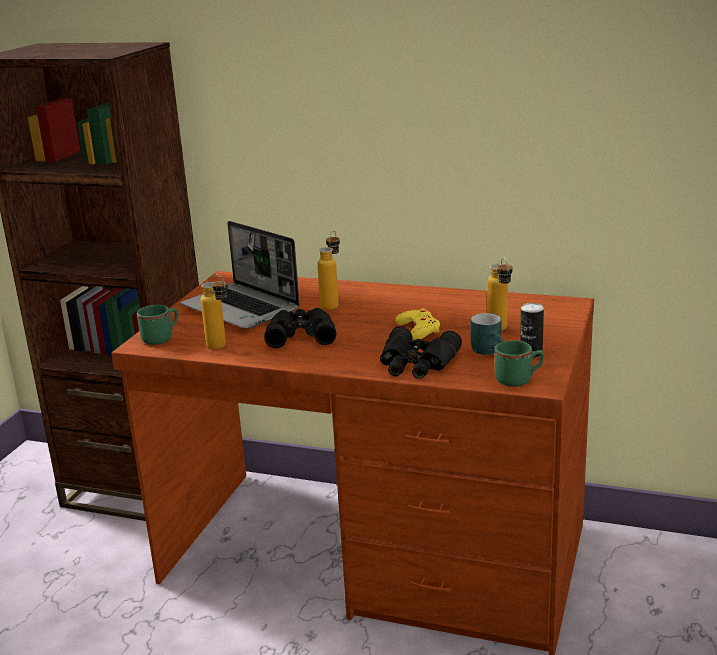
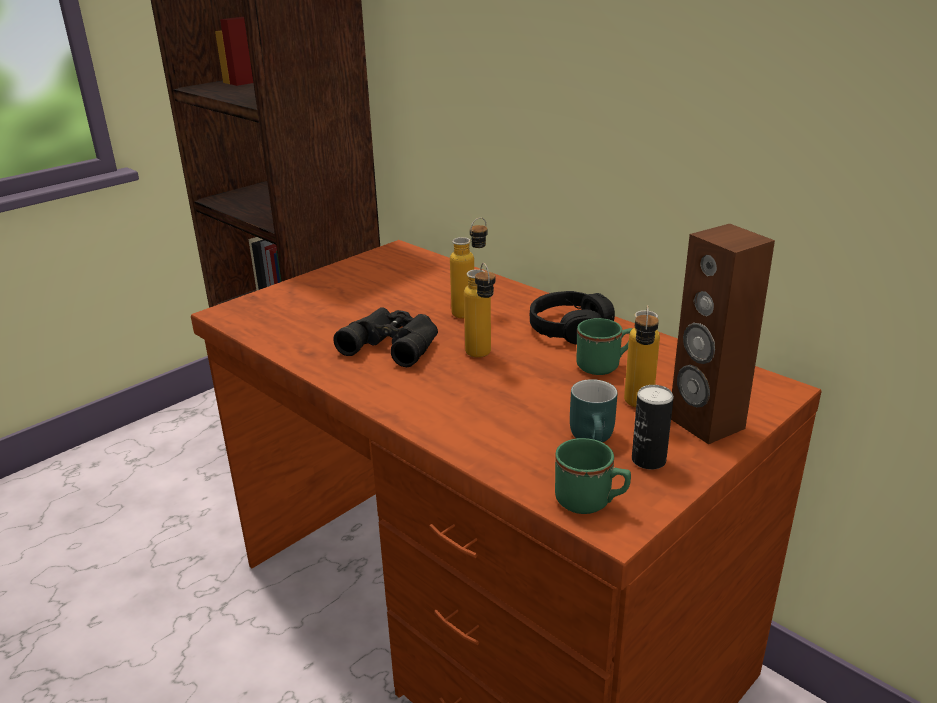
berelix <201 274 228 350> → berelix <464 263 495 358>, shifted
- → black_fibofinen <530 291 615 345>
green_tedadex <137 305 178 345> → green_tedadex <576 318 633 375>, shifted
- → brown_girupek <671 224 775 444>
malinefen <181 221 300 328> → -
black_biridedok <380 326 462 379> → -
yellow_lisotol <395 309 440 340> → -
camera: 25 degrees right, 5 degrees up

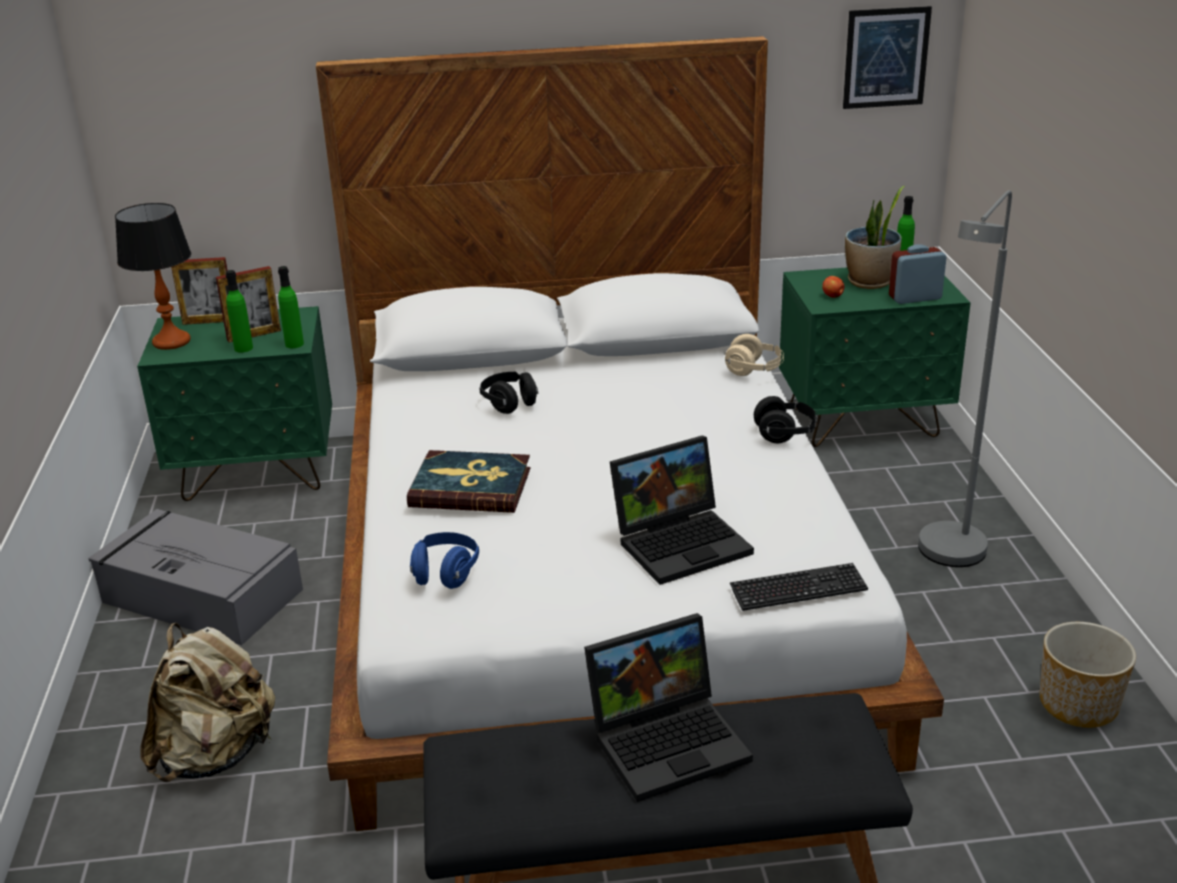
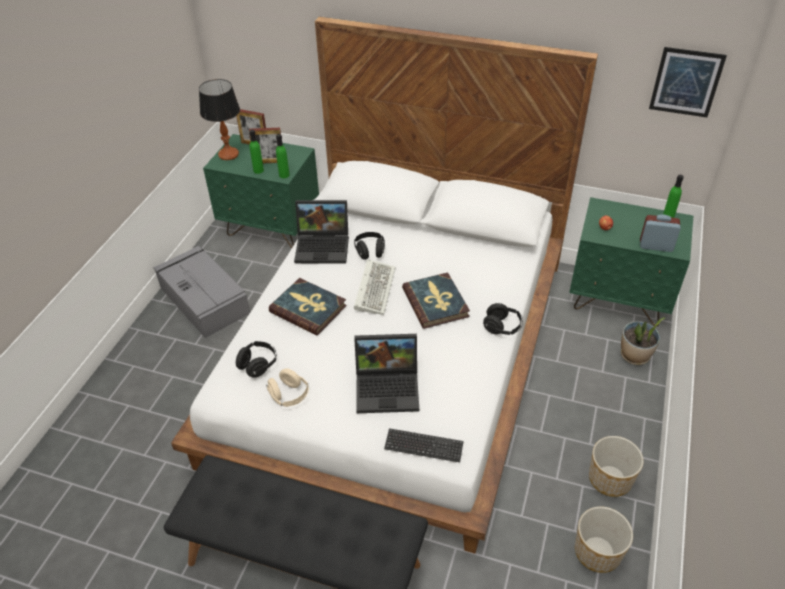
blue_fibofinen <410 532 479 589> → black_fibofinen <236 341 277 378>
beige_fibofinen <725 334 784 376> → beige_fibofinen <266 368 309 407>, shifted
malinefen <584 613 753 802> → malinefen <294 200 349 264>, shifted
- → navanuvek <354 259 395 315>
- → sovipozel <402 272 470 329>
- → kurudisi <589 436 644 497>
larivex <845 186 904 289> → larivex <621 317 665 365>, shifted
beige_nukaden <140 623 275 782> → -
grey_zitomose <918 190 1012 567> → -
camera: 25 degrees right, 15 degrees up

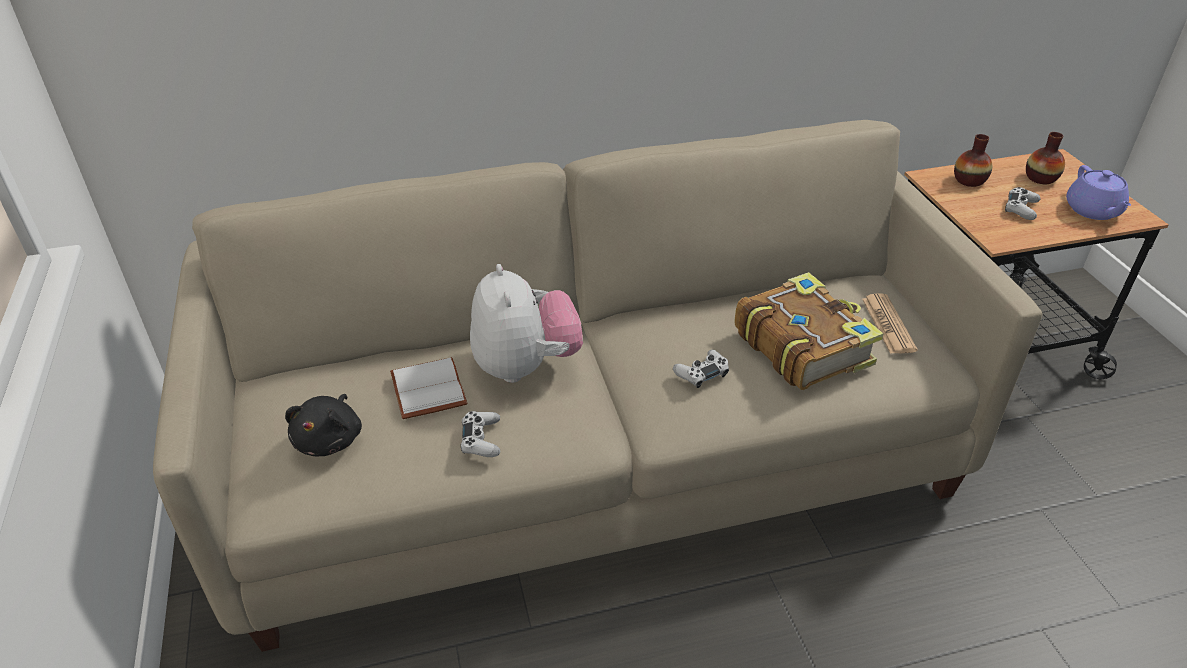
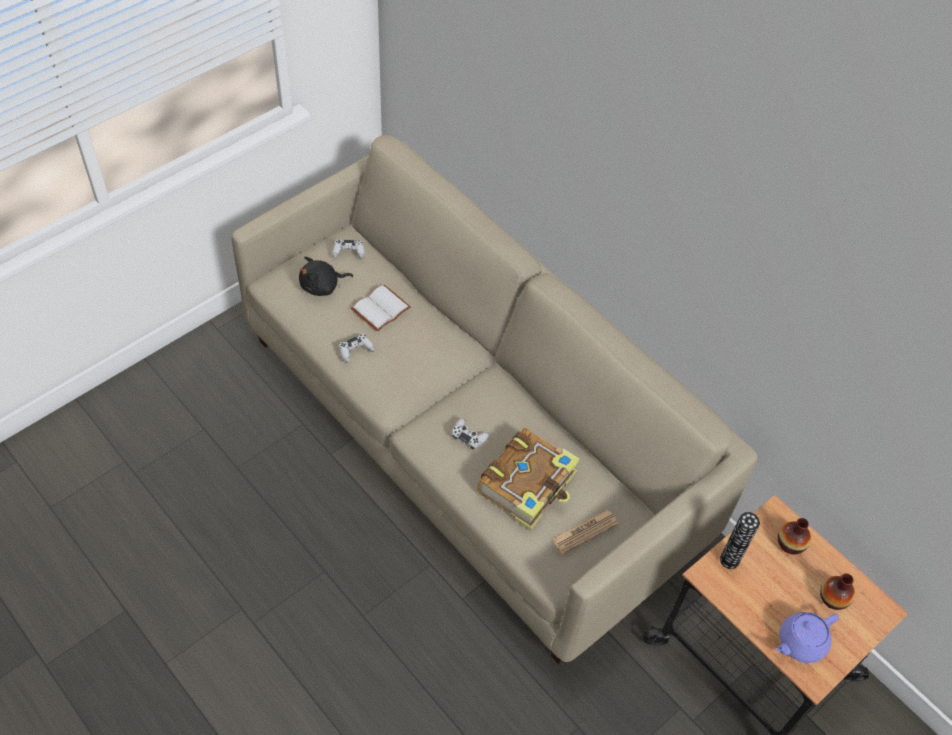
white_lisotol <1005 187 1041 220> → white_lisotol <332 239 365 259>, shifted
- → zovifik <720 512 760 569>
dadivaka <470 264 583 383> → -
camera: 60 degrees right, 15 degrees up

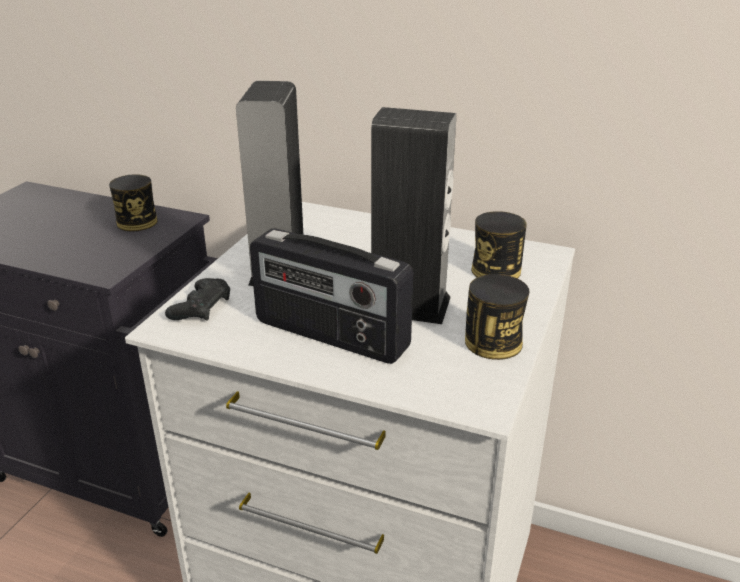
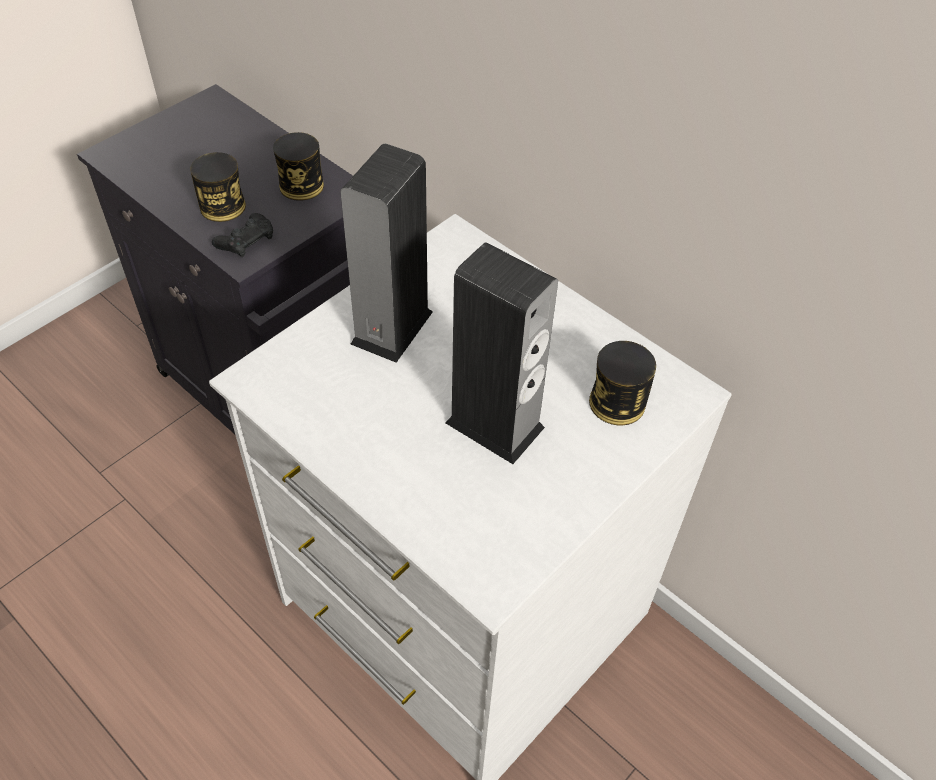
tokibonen <465 274 530 360> → tokibonen <190 152 246 222>, shifted
black_lisotol <165 278 230 321> → black_lisotol <212 213 273 257>, shifted
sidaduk <250 228 413 364> → -
camera: 20 degrees right, 20 degrees up

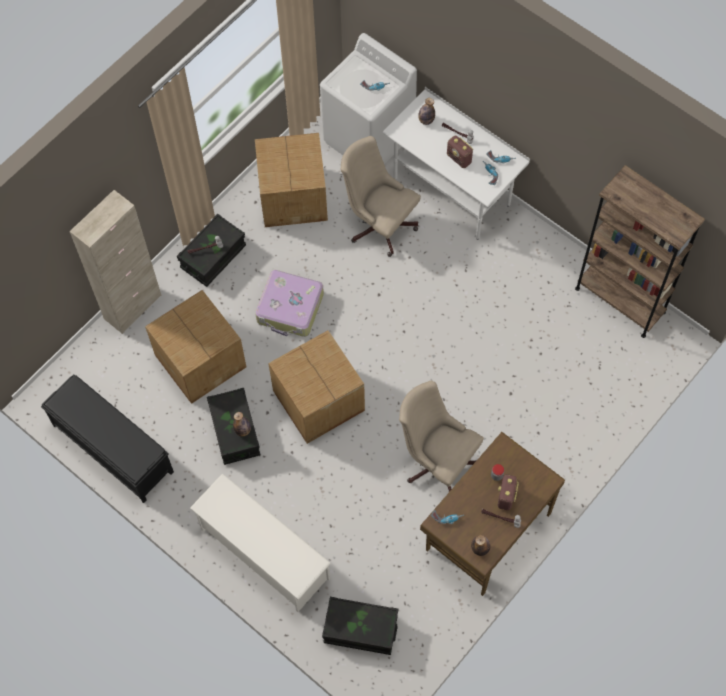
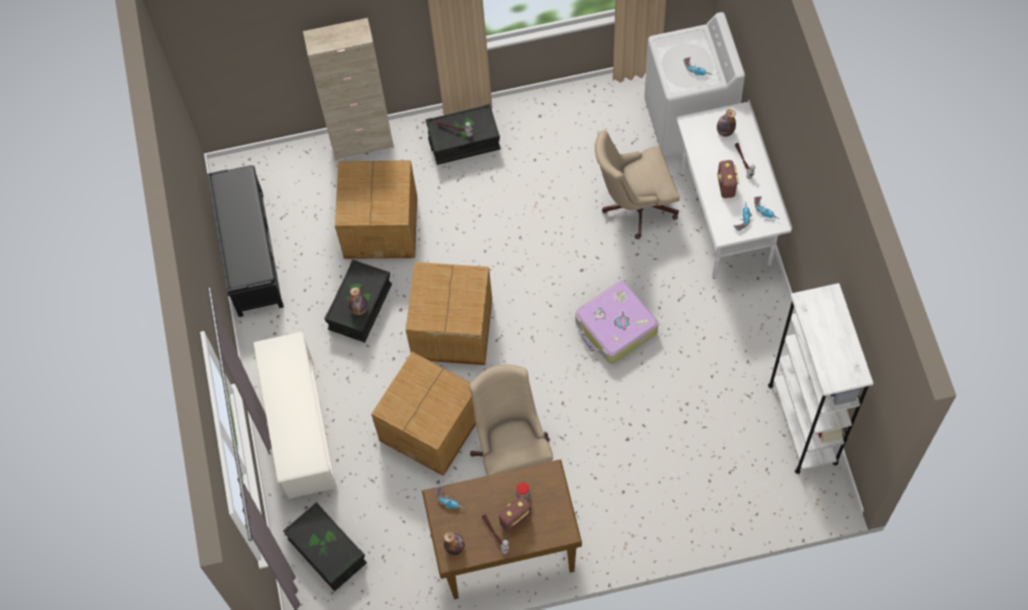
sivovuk <255 133 328 227> → sivovuk <371 352 476 476>, shifted
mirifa <255 270 324 337> → mirifa <575 281 658 364>, shifted
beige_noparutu <340 136 421 257> → beige_noparutu <595 130 680 239>, 90 degrees counterclockwise
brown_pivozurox <575 165 705 338> → white_pivozurox <768 283 874 474>
camera: 40 degrees right, 0 degrees up

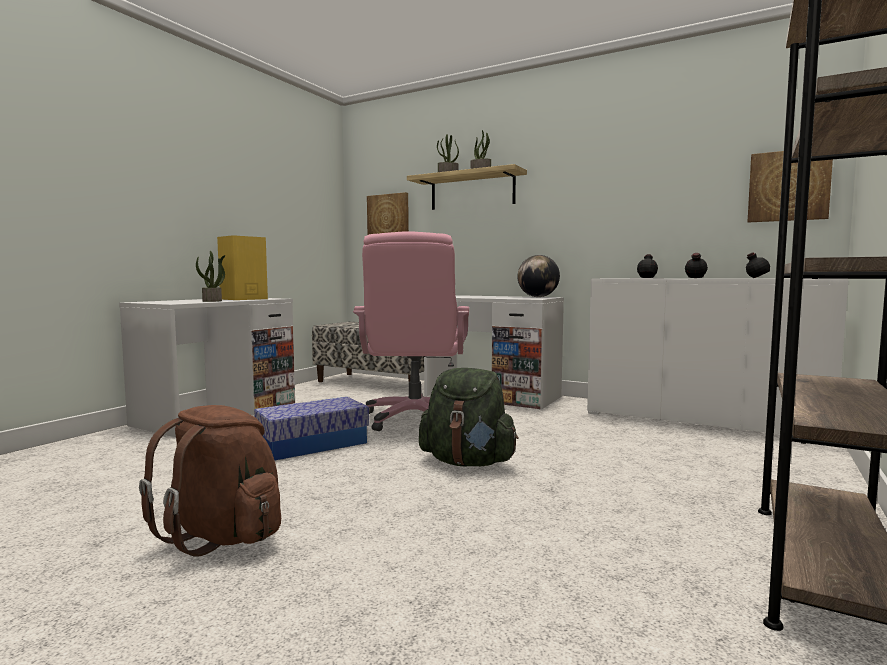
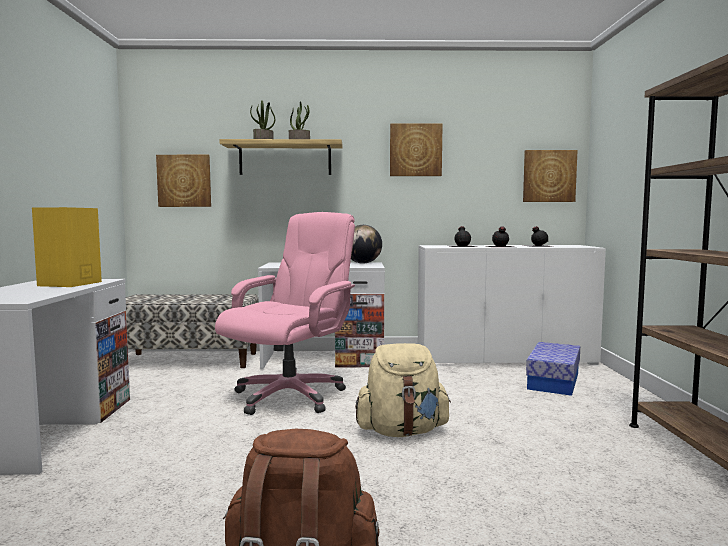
pink_noparutu <353 231 469 431> → pink_noparutu <215 212 355 415>, 120 degrees counterclockwise
green_nukaden <419 368 518 466> → beige_nukaden <355 343 451 437>
- → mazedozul <390 123 443 176>
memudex <254 397 369 461> → memudex <526 342 580 396>, shifted
larivex <196 251 225 302> → -
camera: 30 degrees left, 0 degrees up

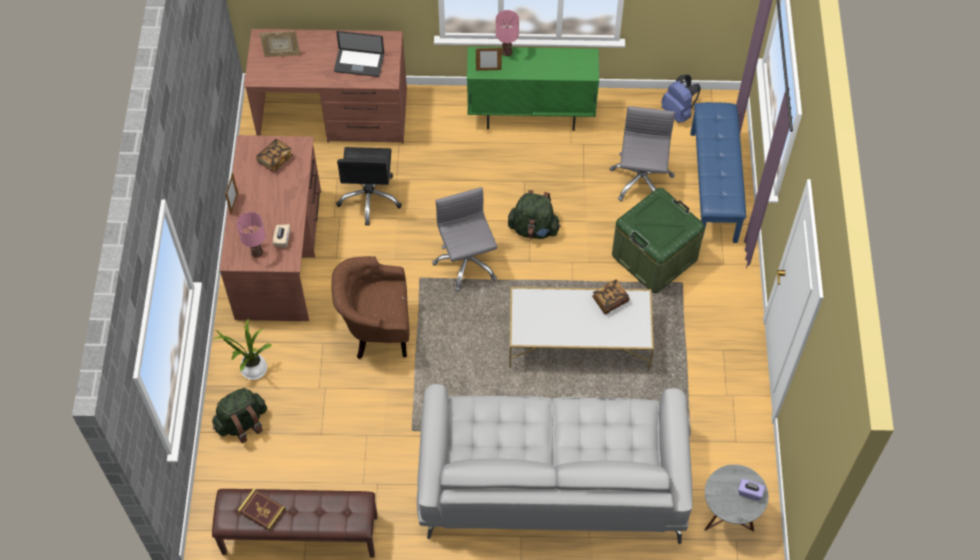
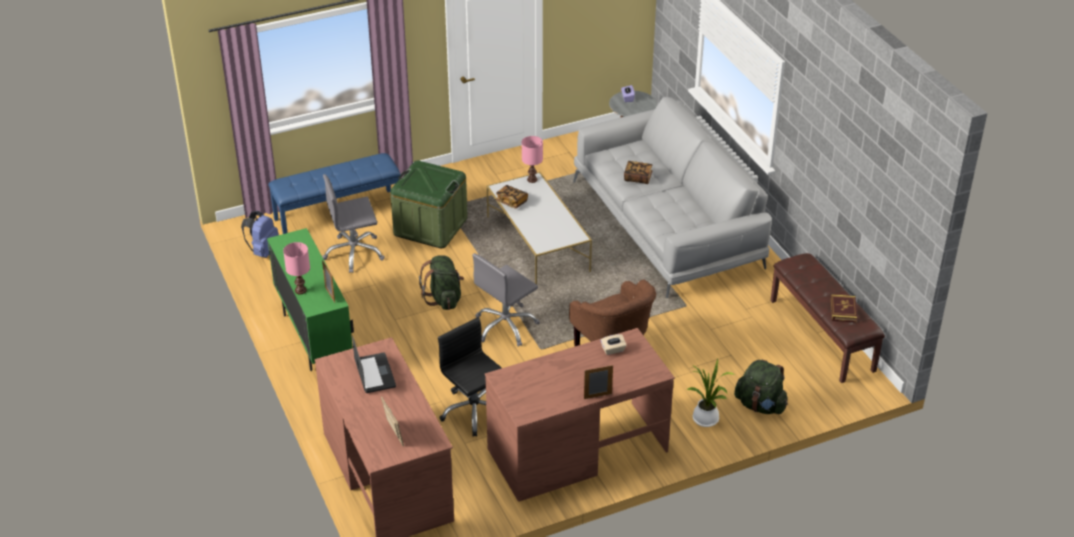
black_noparutu <336 147 402 225> → black_noparutu <438 317 502 437>, 105 degrees counterclockwise
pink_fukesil <236 212 266 257> → pink_fukesil <522 136 543 183>, shifted
sovipozel <256 139 293 172> → sovipozel <624 161 652 184>, shifted
camera: 115 degrees left, 20 degrees down

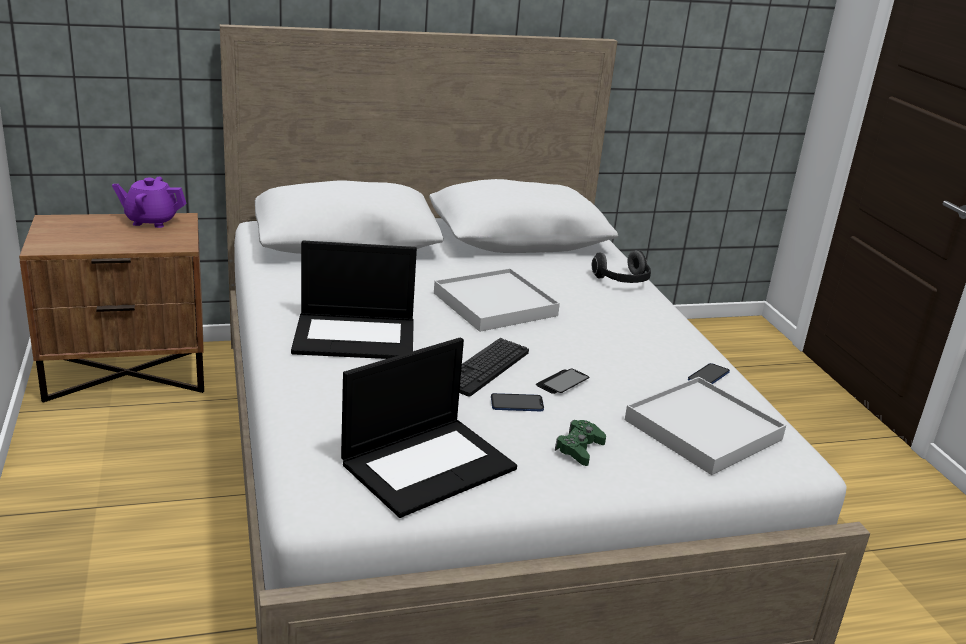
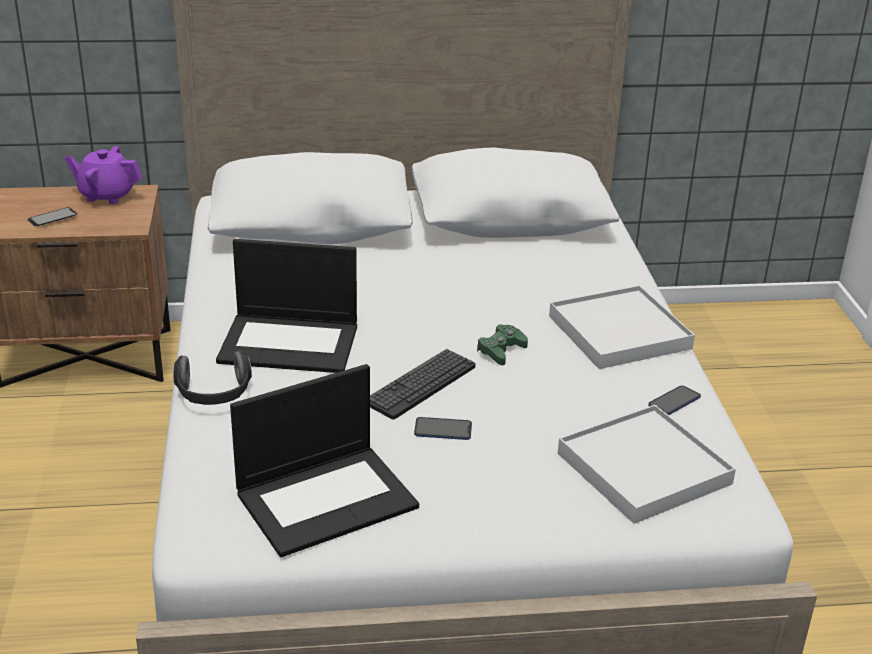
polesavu <536 368 589 394> → polesavu <27 207 77 226>, shifted
fibofinen <592 250 651 283> → fibofinen <173 351 252 405>, shifted
green_lisotol <555 420 606 466> → green_lisotol <477 324 528 365>, shifted
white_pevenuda <434 268 560 332> → white_pevenuda <549 285 695 369>, shifted
camera: 10 degrees right, 5 degrees up

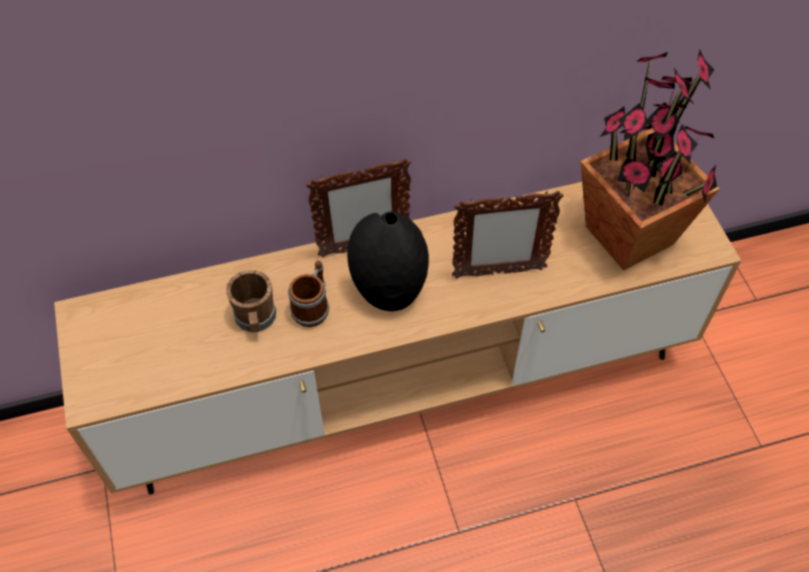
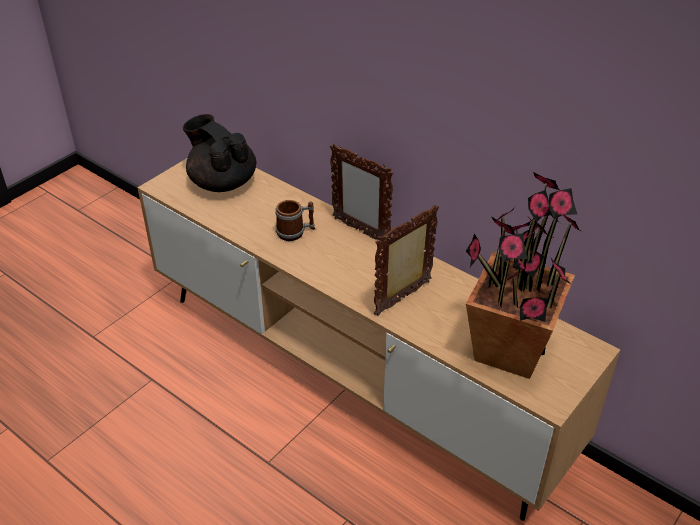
- → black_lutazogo <183 114 256 192>
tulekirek <452 190 563 278> → tulekirek <374 205 439 316>, 90 degrees clockwise
brown_tedadex <226 270 276 333> → -
black_zovifik <347 212 429 311> → -
camera: 55 degrees right, 15 degrees down

